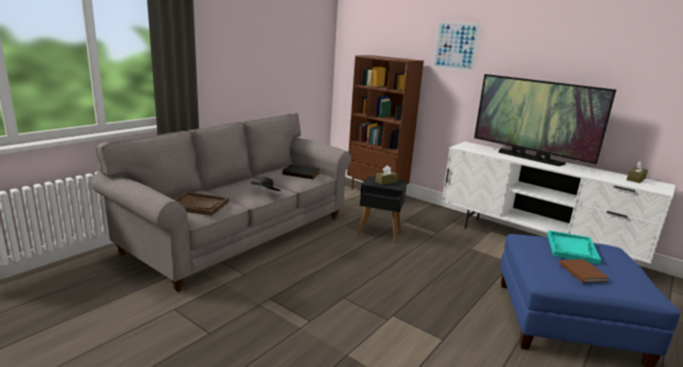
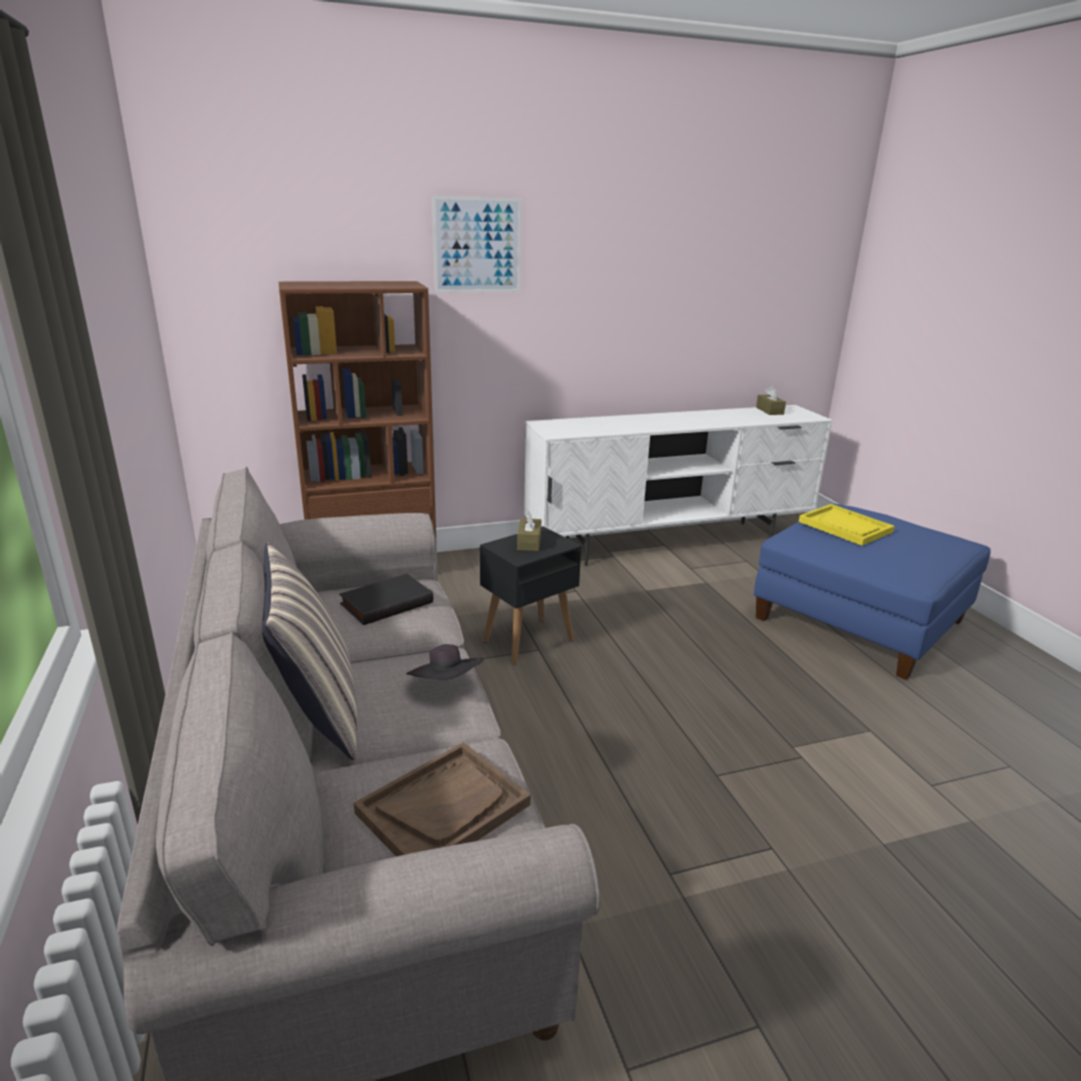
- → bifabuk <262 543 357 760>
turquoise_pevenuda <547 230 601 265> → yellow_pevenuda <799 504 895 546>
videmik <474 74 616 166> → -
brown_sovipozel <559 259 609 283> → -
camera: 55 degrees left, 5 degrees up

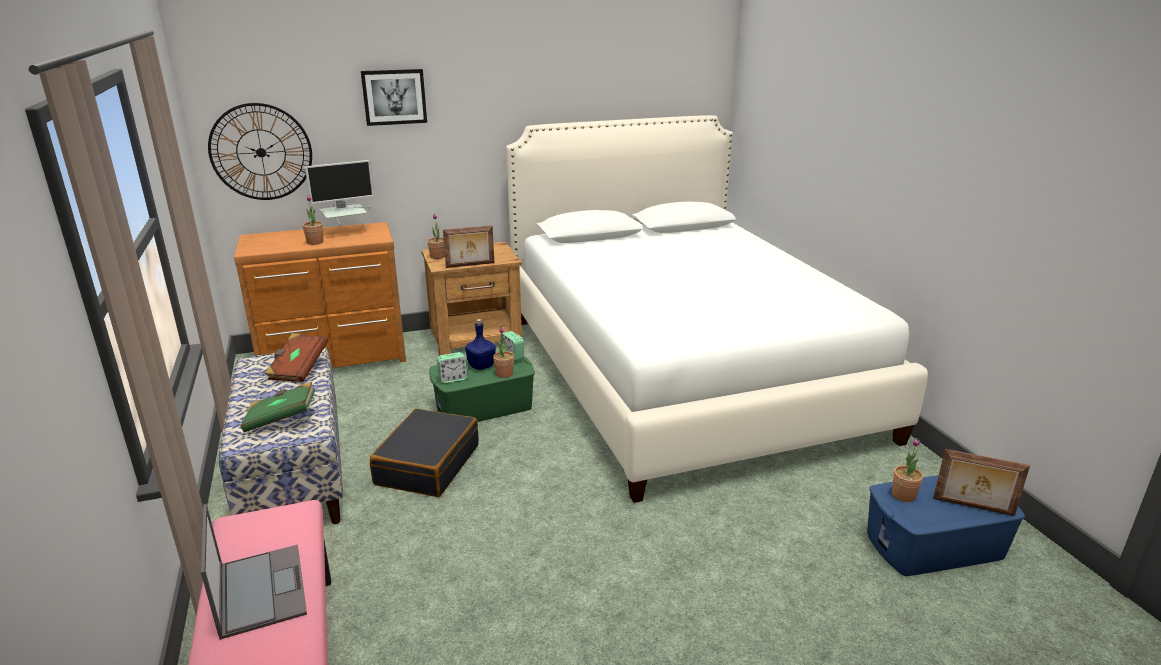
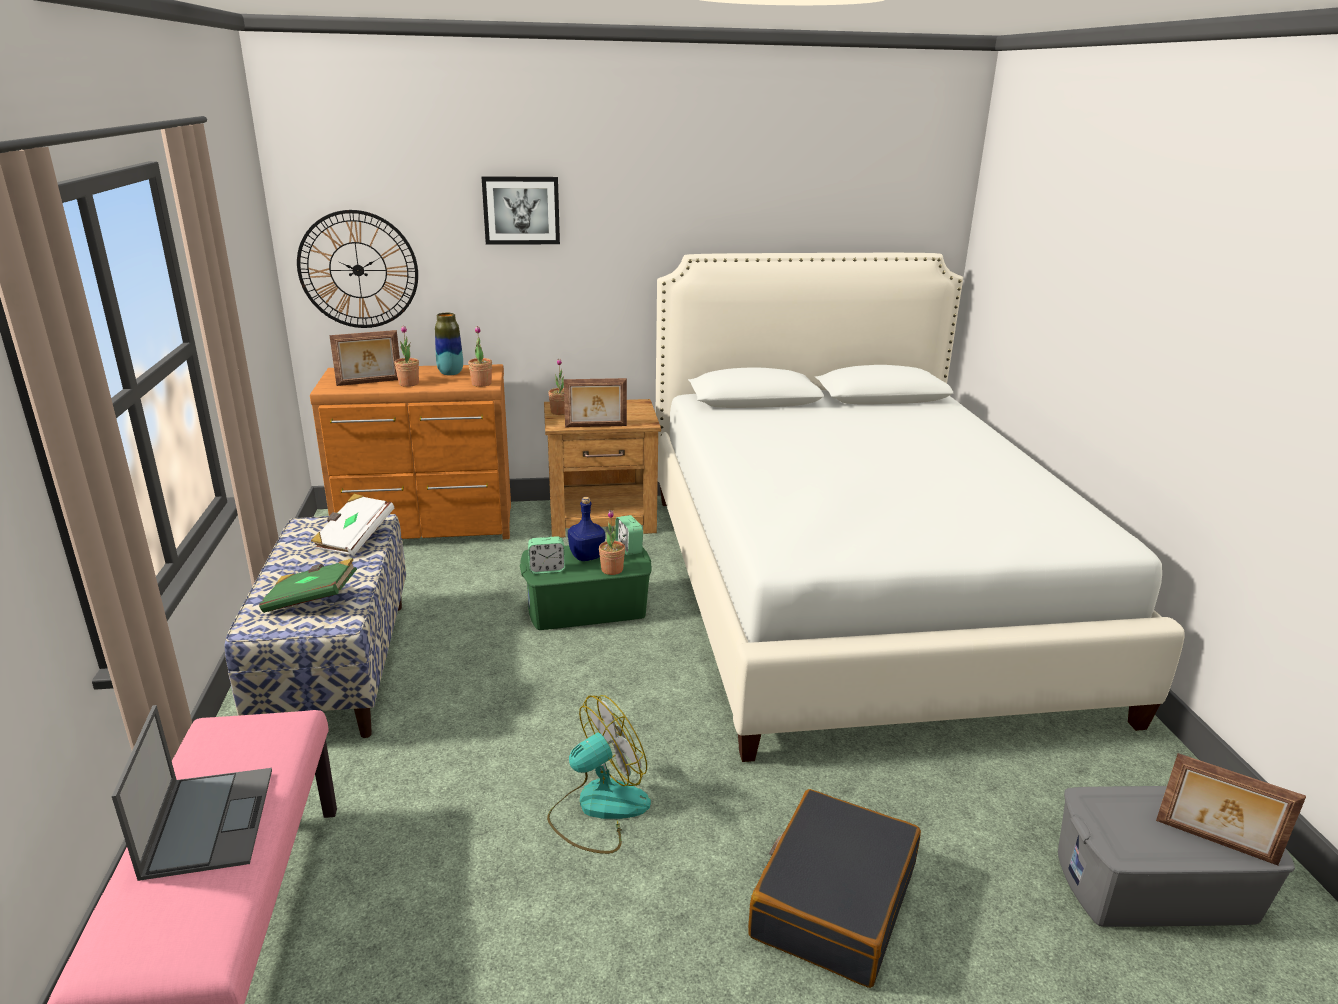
brown_sovipozel <265 333 328 382> → white_sovipozel <311 494 394 556>
- → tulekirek <329 330 400 386>
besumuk <305 160 374 229> → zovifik <435 313 463 375>
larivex <892 438 923 502> → larivex <468 326 492 387>, shifted
- → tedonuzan <547 695 651 854>
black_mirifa <370 408 479 497> → black_mirifa <748 789 921 988>, shifted
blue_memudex <867 475 1025 576> → grey_memudex <1058 786 1295 927>
camera: 10 degrees right, 0 degrees up

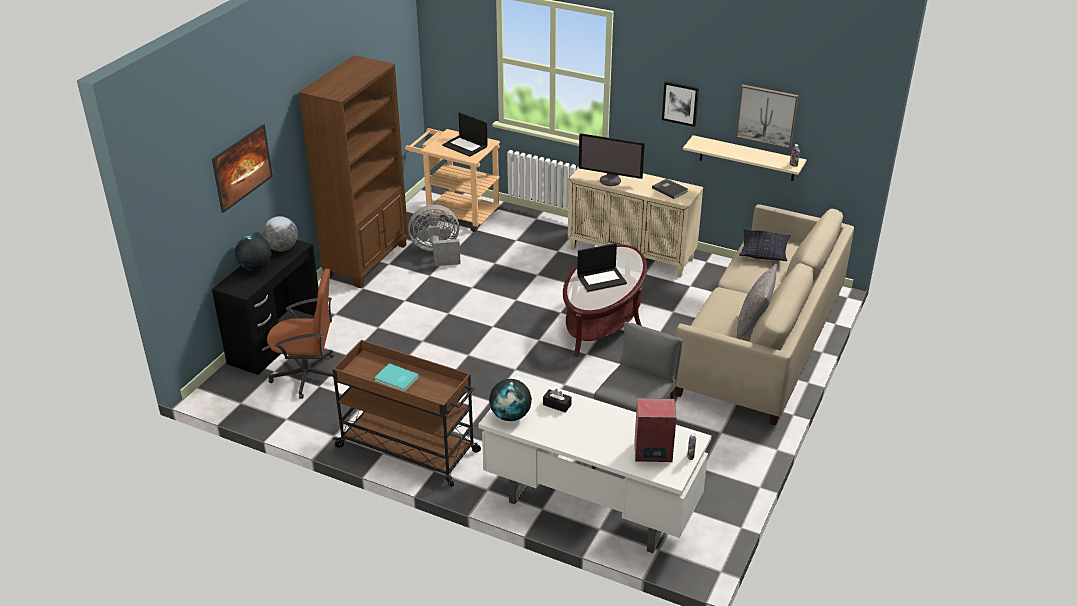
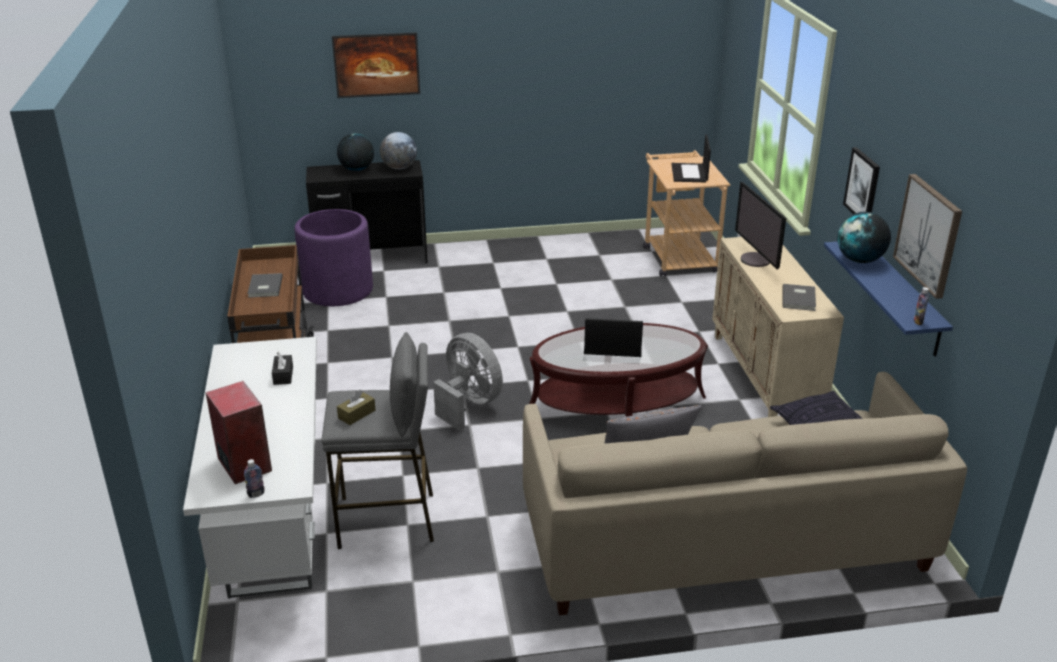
turquoise_sovipozel <374 363 419 391> → grey_sovipozel <247 273 283 298>
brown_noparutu <267 269 334 399> → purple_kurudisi <294 209 373 306>
- → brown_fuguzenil <337 390 376 425>
grey_tedonuzan <408 205 461 266> → grey_tedonuzan <433 333 503 431>, shifted
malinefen <577 243 627 292> → malinefen <584 318 643 357>, 150 degrees clockwise
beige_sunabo <683 135 806 181> → blue_sunabo <824 242 953 357>
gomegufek <489 379 532 421> → gomegufek <837 212 891 263>, shifted
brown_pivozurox <298 55 408 288> → -
camera: 55 degrees right, 5 degrees down

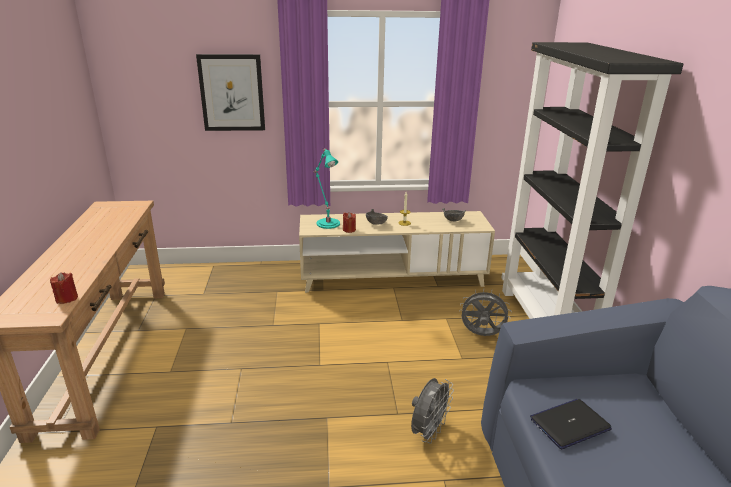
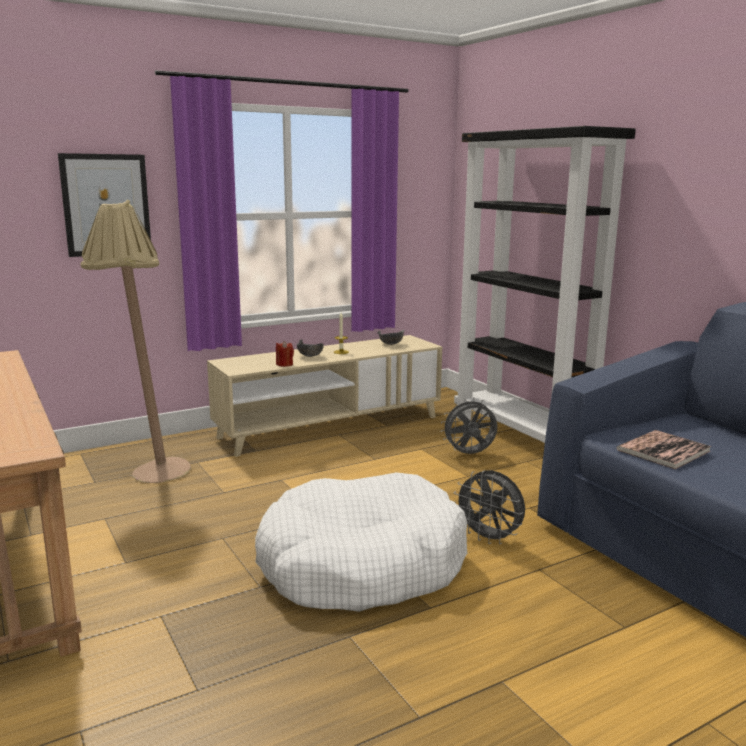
- → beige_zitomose <80 200 191 483>
- → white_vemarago <255 472 467 612>
grey_tedonuzan <411 378 454 444> → grey_tedonuzan <454 470 525 544>, 120 degrees clockwise
malinefen <530 399 612 449> → sovipozel <617 430 711 469>
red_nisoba <50 272 78 304> → -
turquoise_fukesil <314 148 340 229> → -
camera: 25 degrees left, 10 degrees down

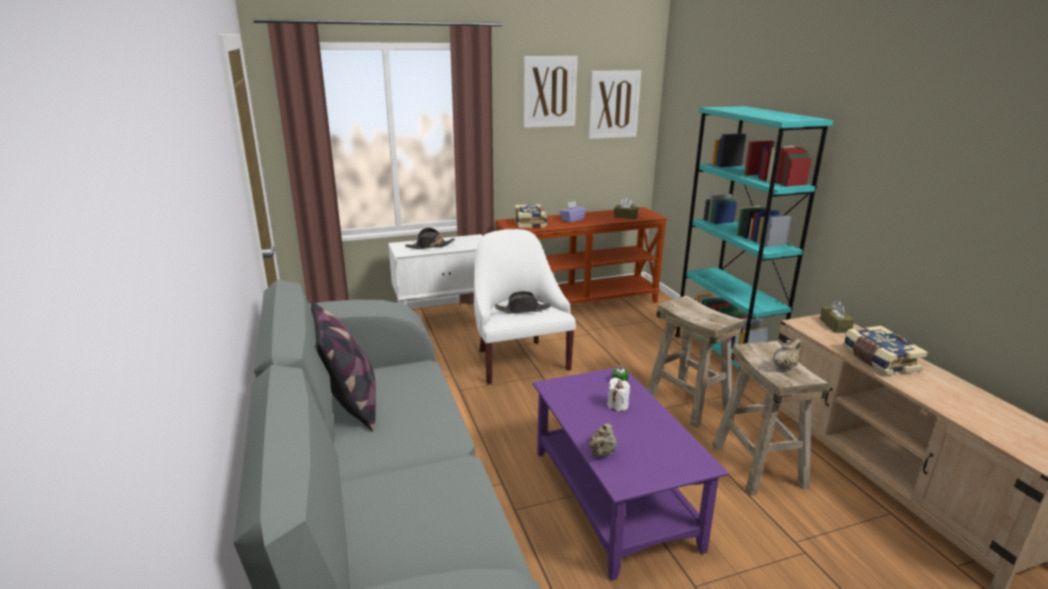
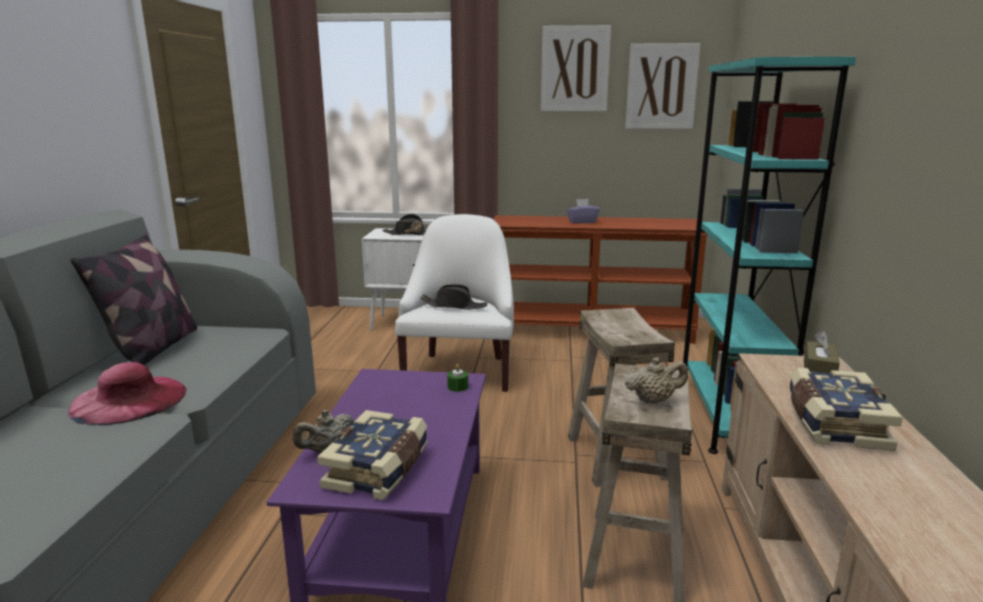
- → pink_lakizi <68 362 187 425>
sovipozel <514 204 547 228> → sovipozel <317 410 428 500>, shifted
white_nisoba <608 377 630 412> → -
brown_fuguzenil <614 198 638 219> → -
camera: 25 degrees right, 5 degrees down

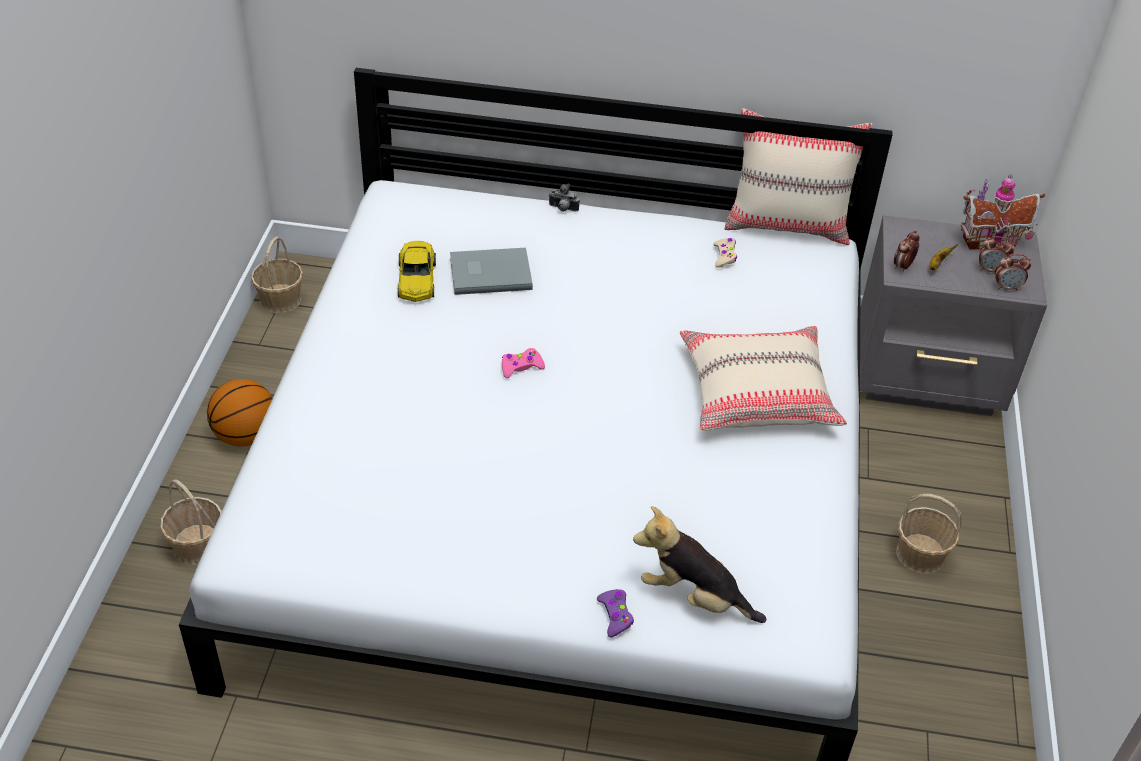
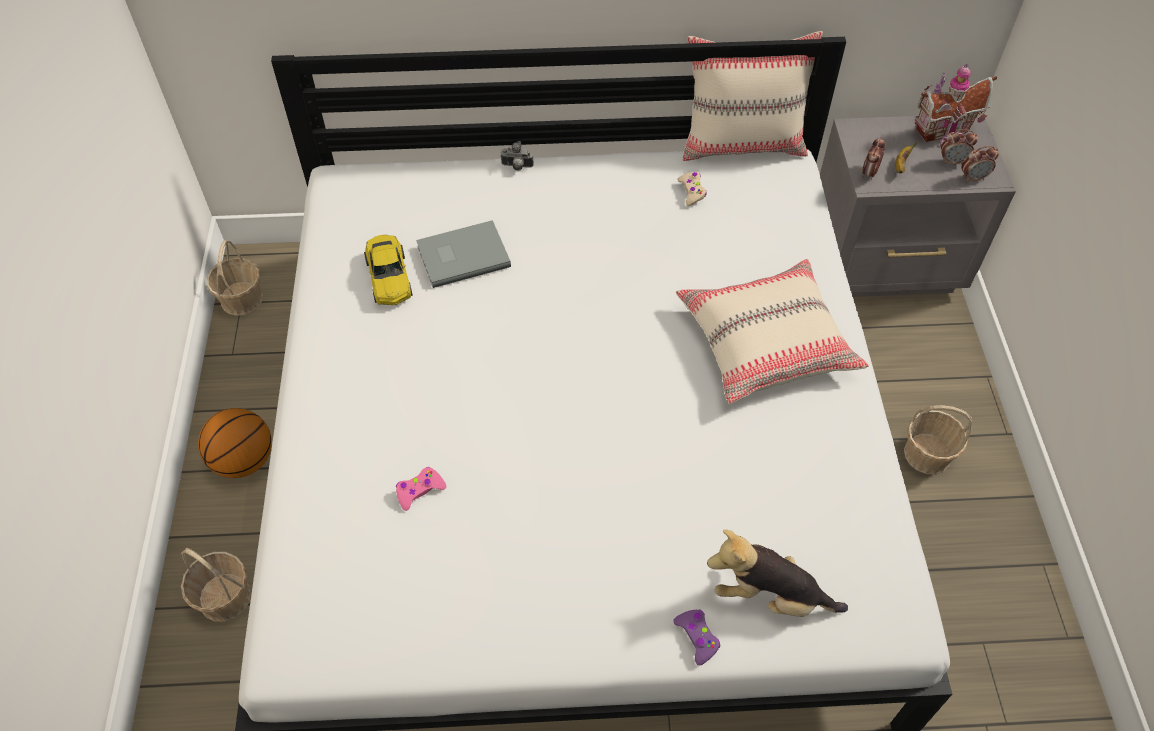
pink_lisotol <502 348 545 378> → pink_lisotol <396 467 446 511>, shifted
camera: 10 degrees left, 10 degrees up

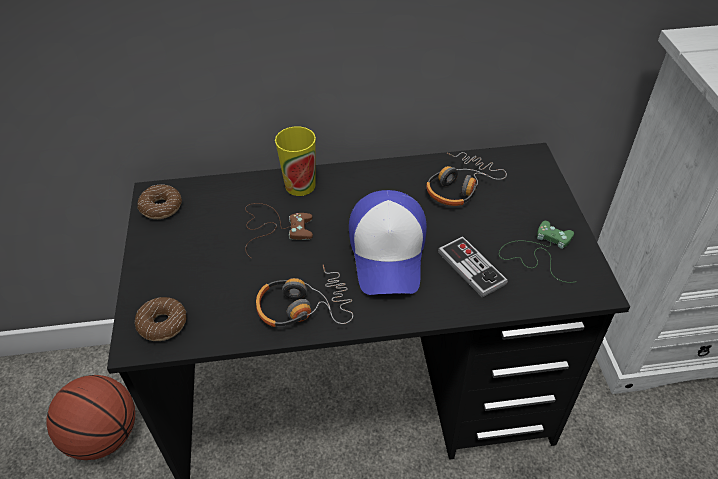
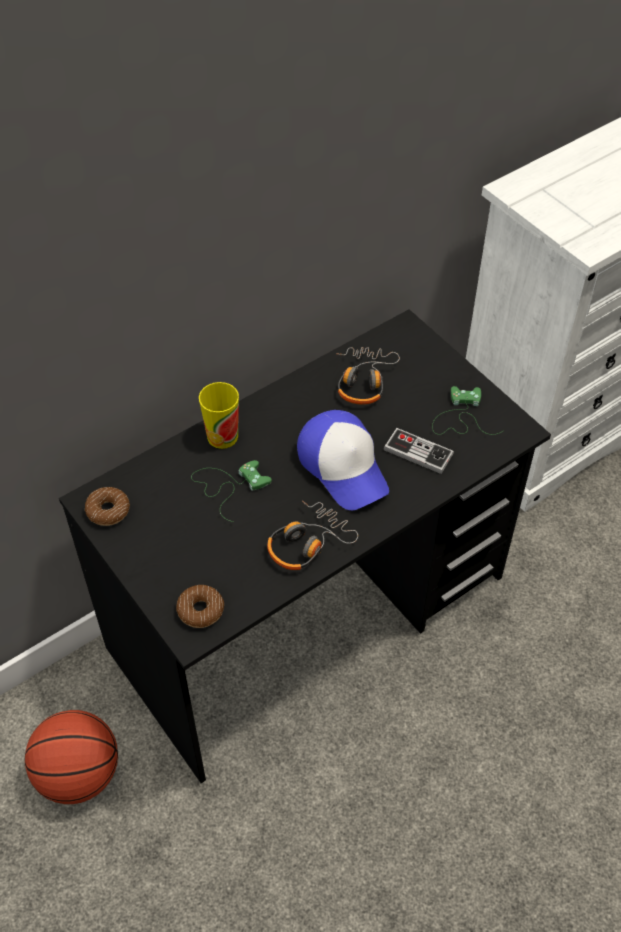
brown_lisotol <245 203 313 258> → green_lisotol <191 460 272 522>
camera: 30 degrees left, 5 degrees up

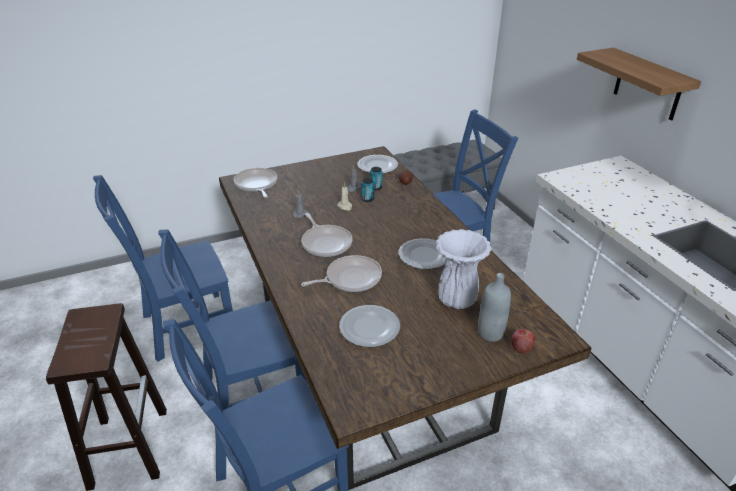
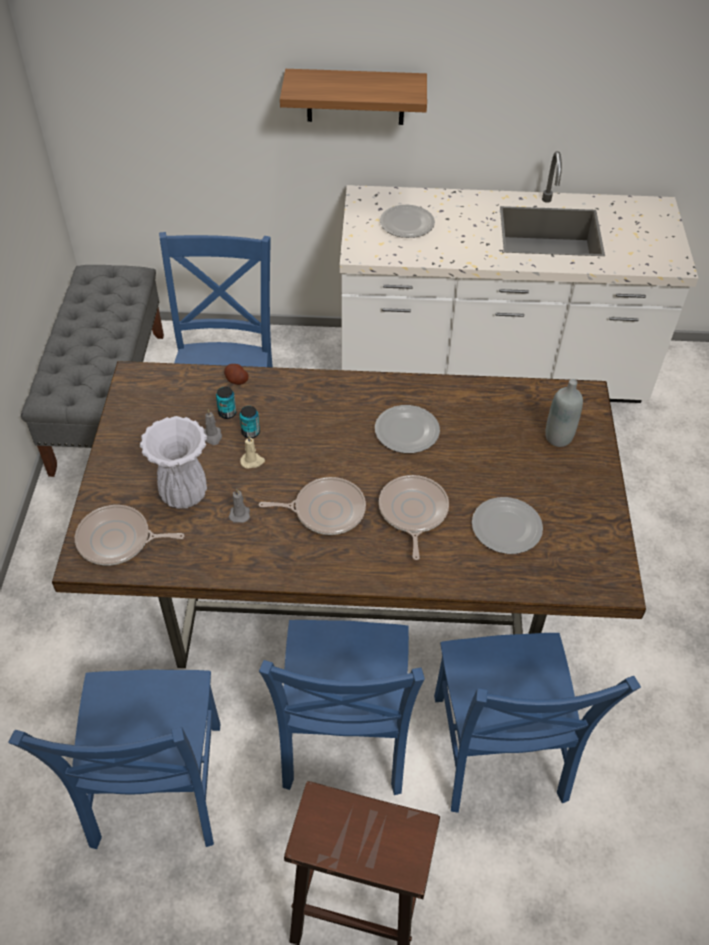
white_zovifik <436 229 492 309> → white_zovifik <140 416 207 509>, shifted
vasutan <358 155 398 174> → vasutan <380 205 435 238>, shifted
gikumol <512 329 535 354> → -
camera: 65 degrees left, 15 degrees up

